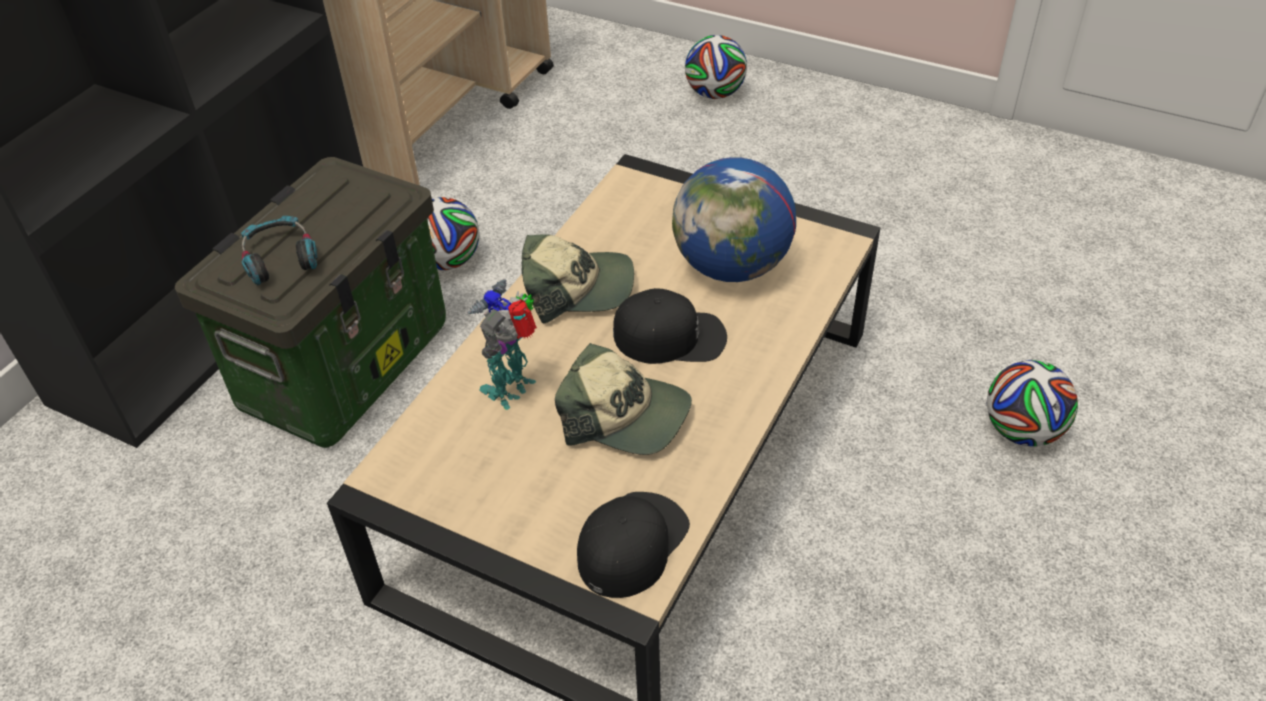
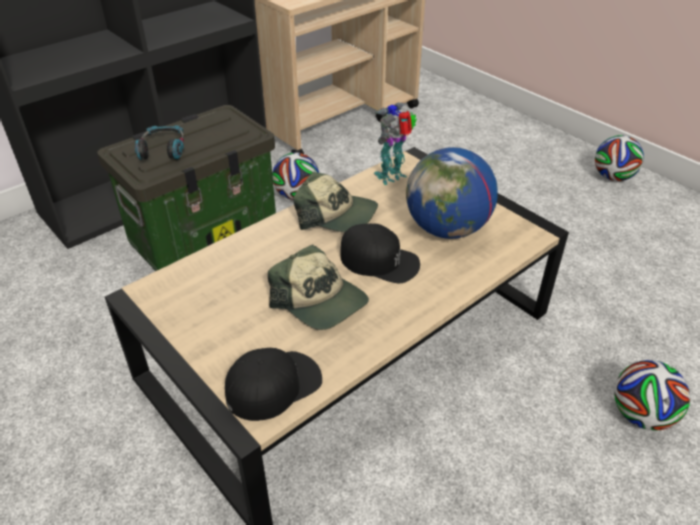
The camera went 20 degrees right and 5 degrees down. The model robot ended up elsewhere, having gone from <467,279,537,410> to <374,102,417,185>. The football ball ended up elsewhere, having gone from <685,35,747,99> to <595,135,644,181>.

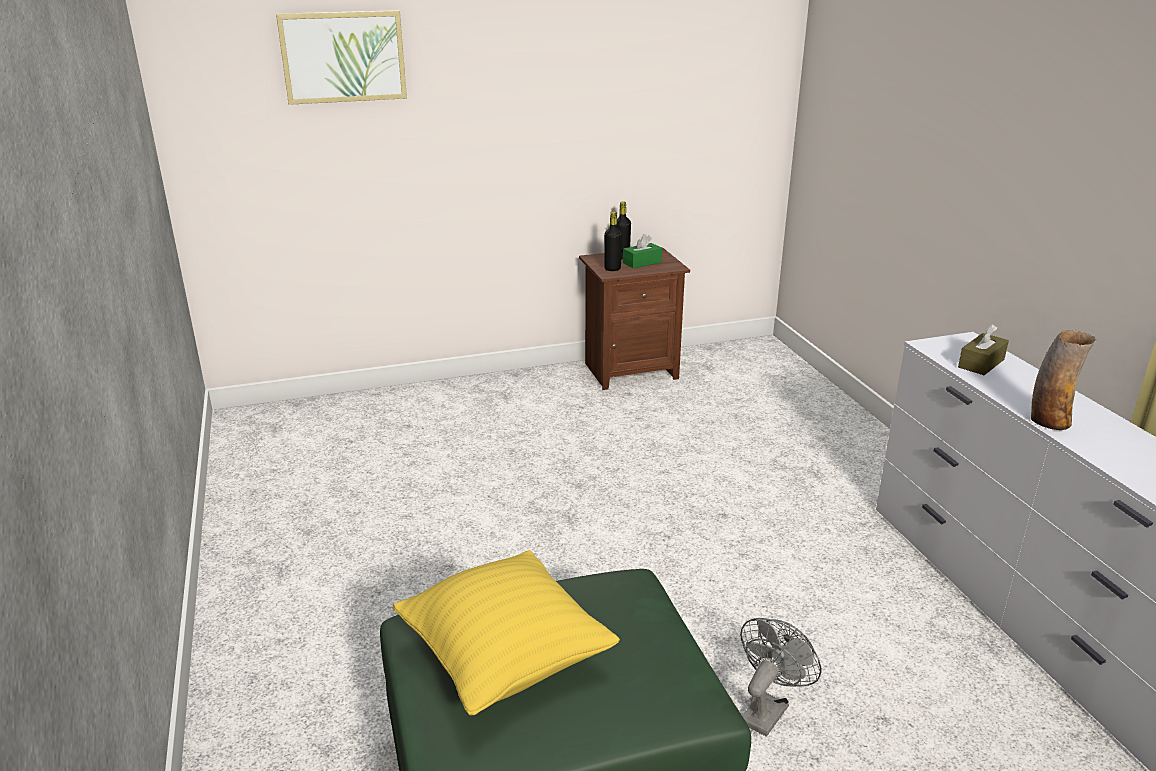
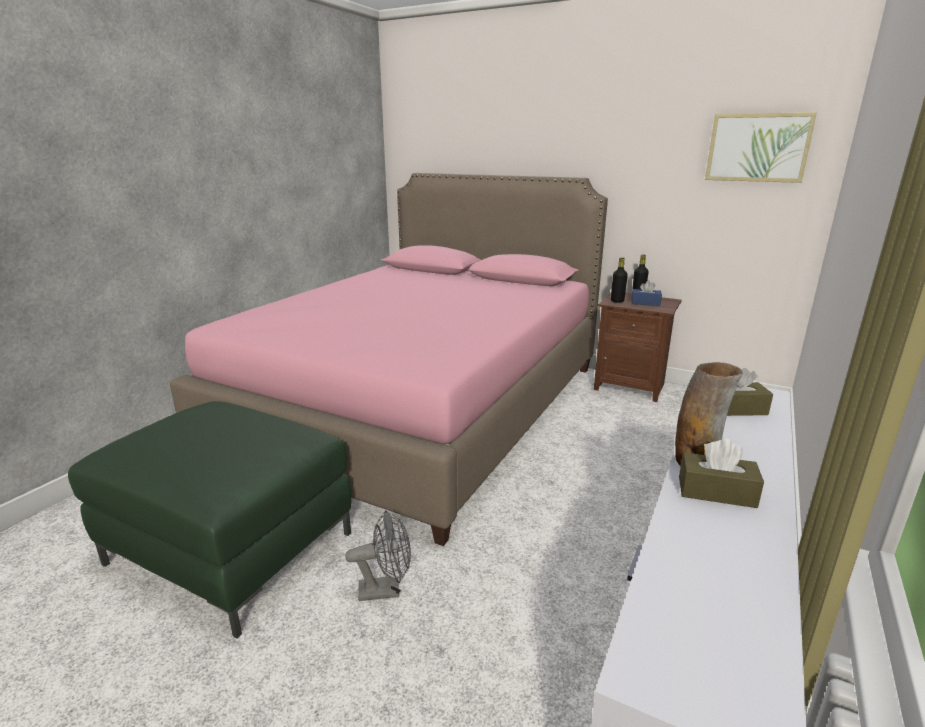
The camera went 45 degrees right and 5 degrees down. The second view lost the yellow-coloured pillow at <393,550,620,715>. The second view gained the pink sleeping bed at <170,173,608,546>. The second view gained the brownish tissue box at <679,439,764,508>. The picture ended up elsewhere, having gone from <276,10,407,105> to <705,112,817,183>. What was the green-coloured tissue box at <623,234,662,268> turned into the bluish tissue box at <631,280,662,306>.

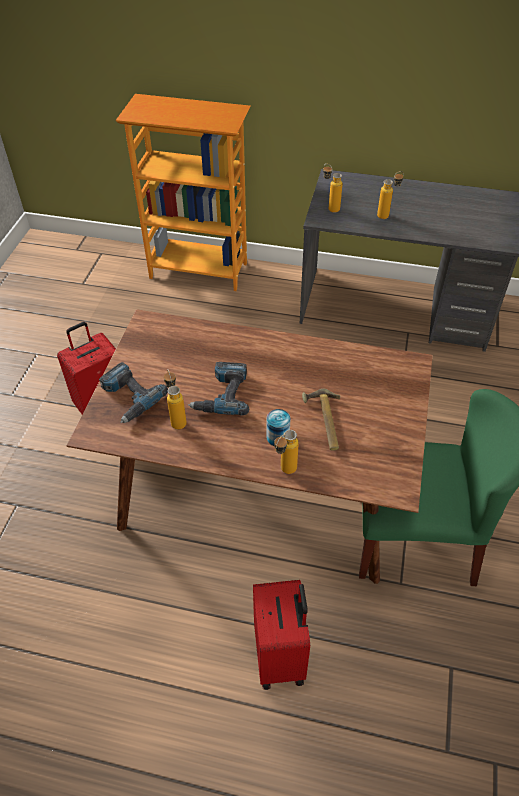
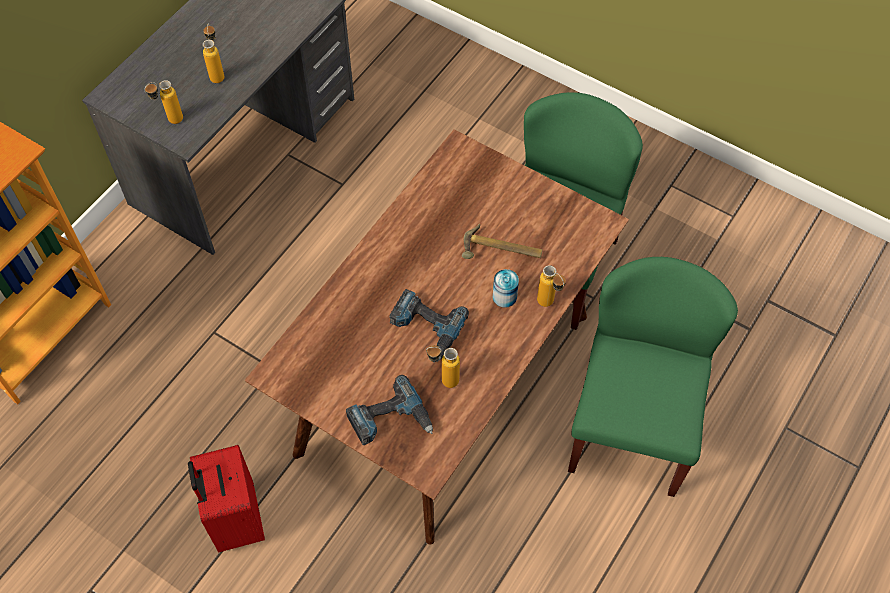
The camera went 70 degrees left and 10 degrees up. Where the reddish suitcase stood at <253,580,310,690>, the green-coloured upright chair came to stand at <568,257,738,497>.

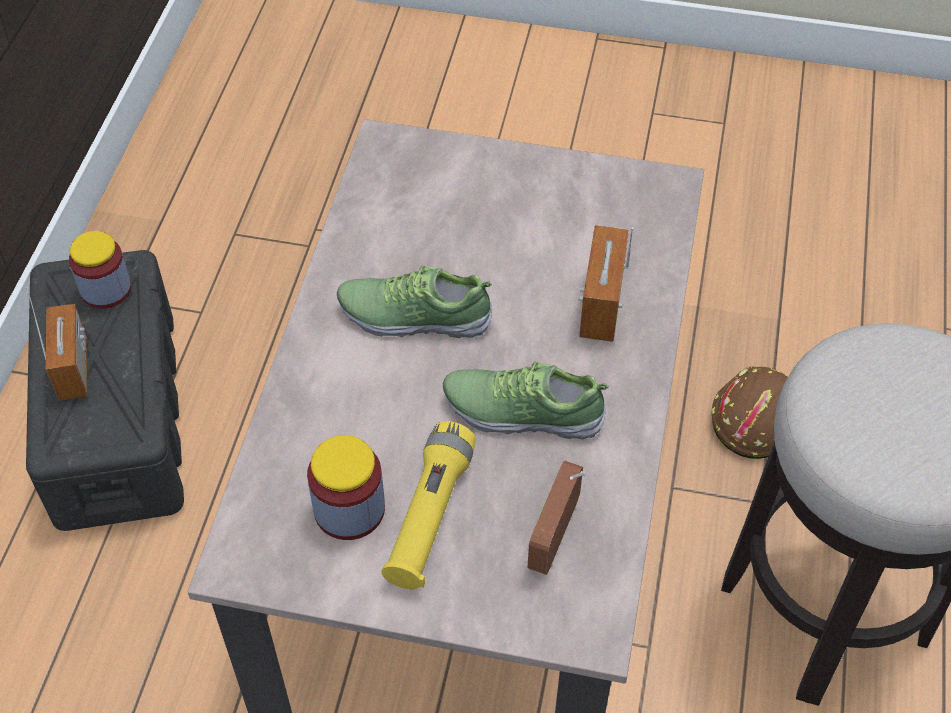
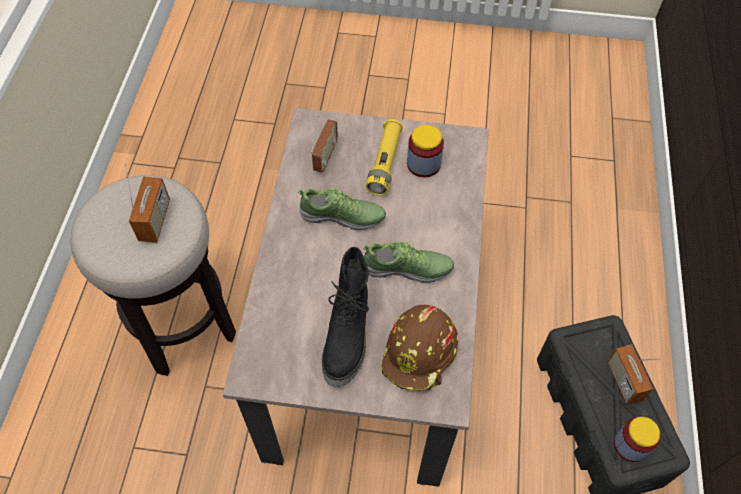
The camera went 175 degrees right and 5 degrees up. The second view gained the blackish high-top boot at <322,247,369,387>. The radio receiver ended up elsewhere, having gone from <579,226,634,342> to <125,163,170,243>. The brownish hard hat ended up elsewhere, having gone from <712,366,788,459> to <382,305,458,391>.

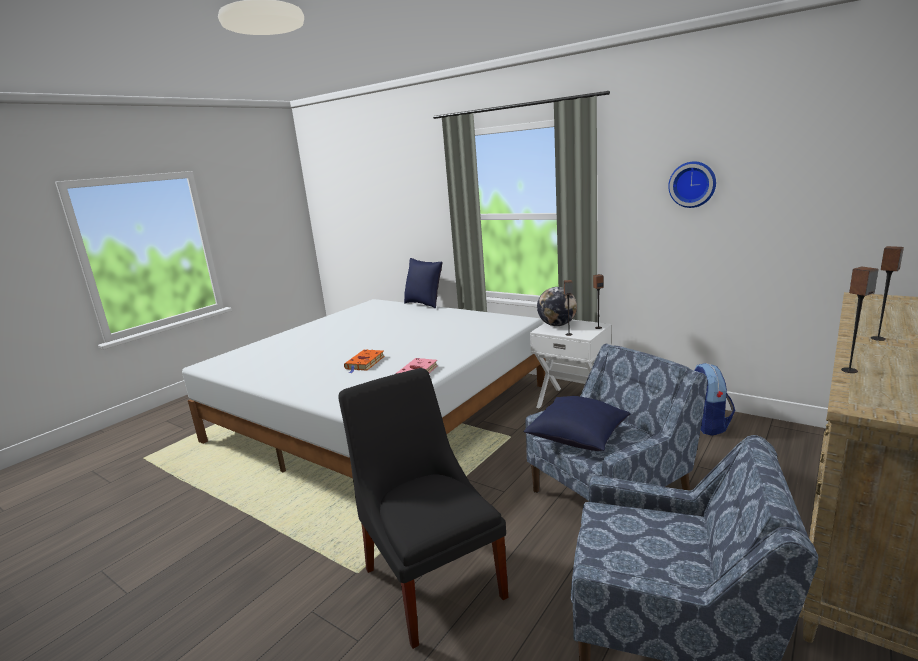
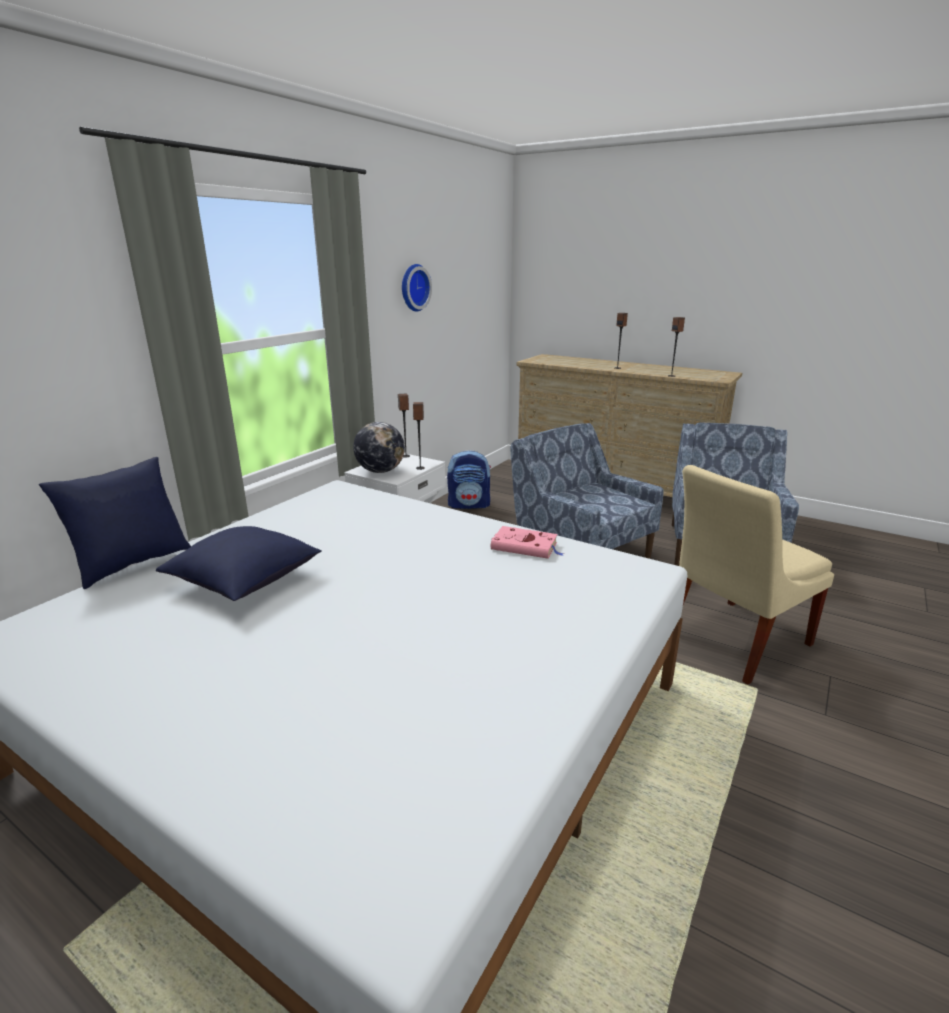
The camera went 95 degrees left and 5 degrees up. The second view lost the orangey volume at <344,349,385,373>. The bluish pillow ended up elsewhere, having gone from <523,396,631,451> to <156,526,322,601>. What was the blackish upright chair at <338,368,508,649> turned into the beige-coloured upright chair at <679,465,834,684>.

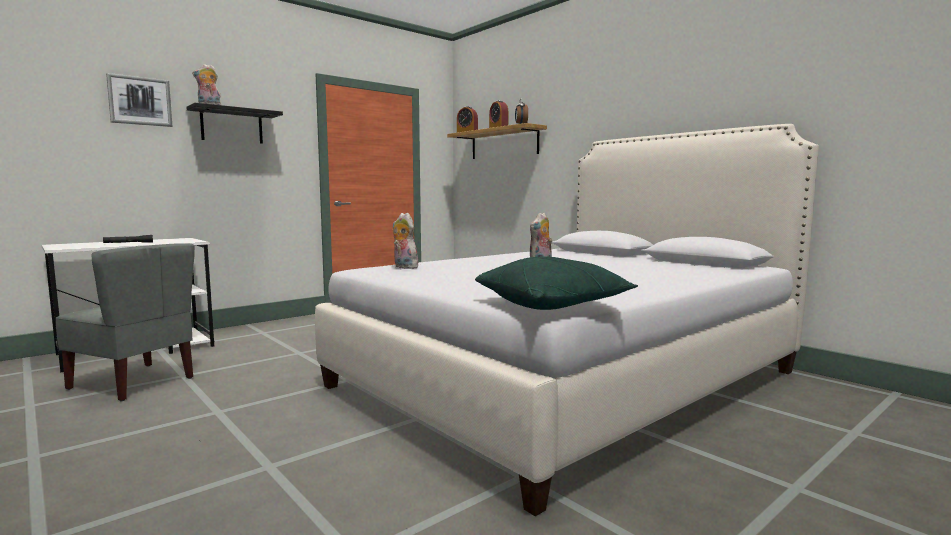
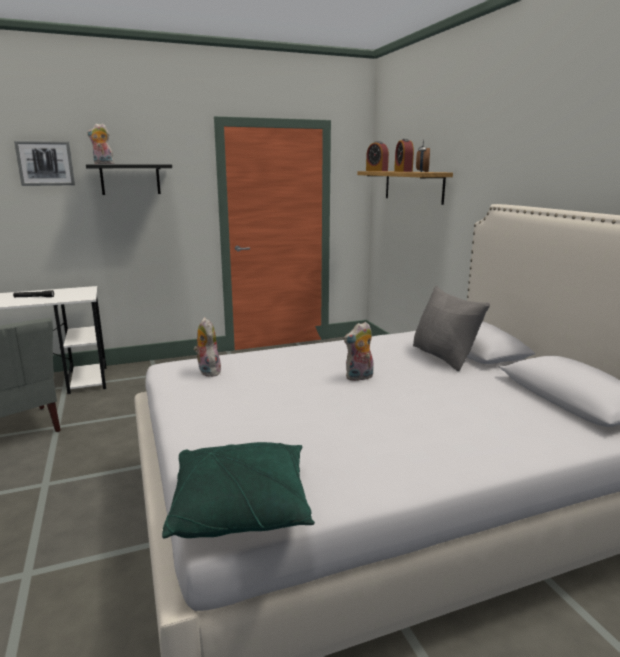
The camera went 20 degrees right and 10 degrees up. The second view gained the greyish pillow at <413,286,490,371>.

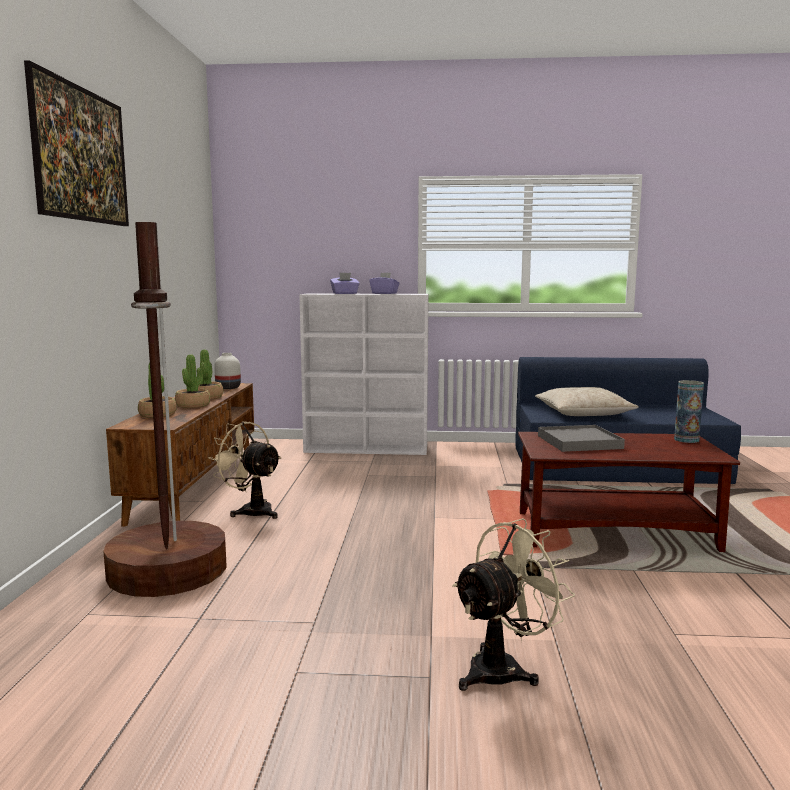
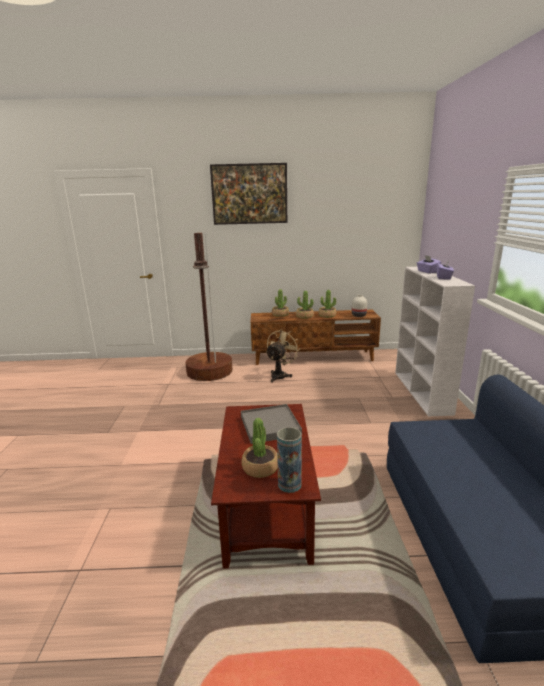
The camera went 85 degrees right and 10 degrees up. The second view lost the beige-coloured cooling fan at <452,518,575,691>. The second view lost the beige-coloured pillow at <535,387,639,416>. The second view gained the potted plant at <242,418,278,478>.

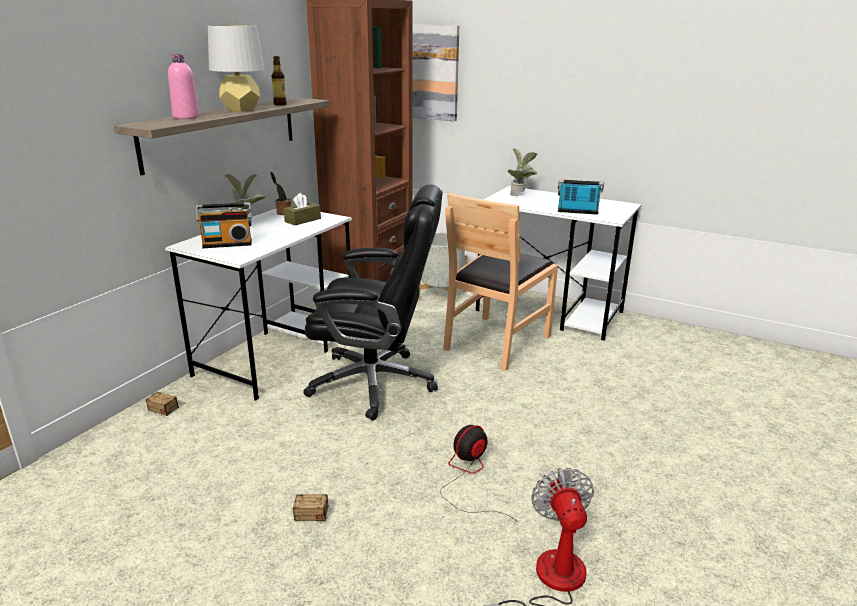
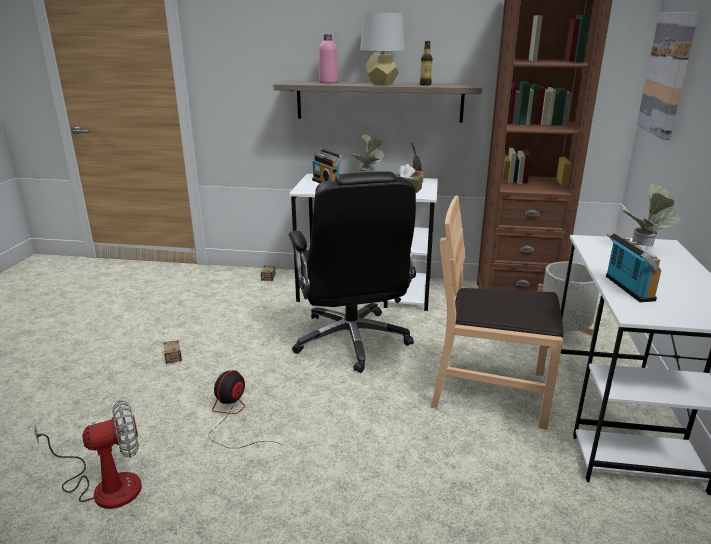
The camera went 70 degrees right and 0 degrees up. The cooling fan at <440,425,519,523> ended up facing another way, 90 degrees counterclockwise from before.

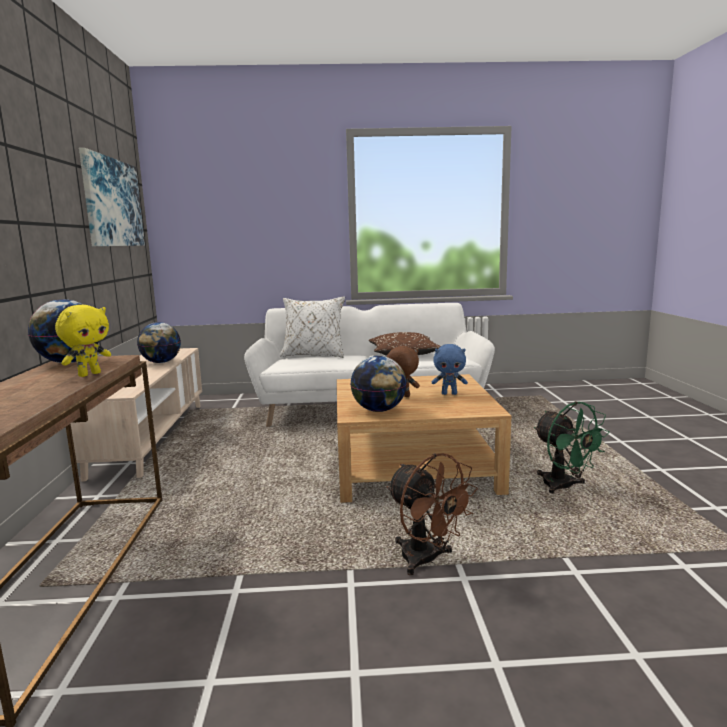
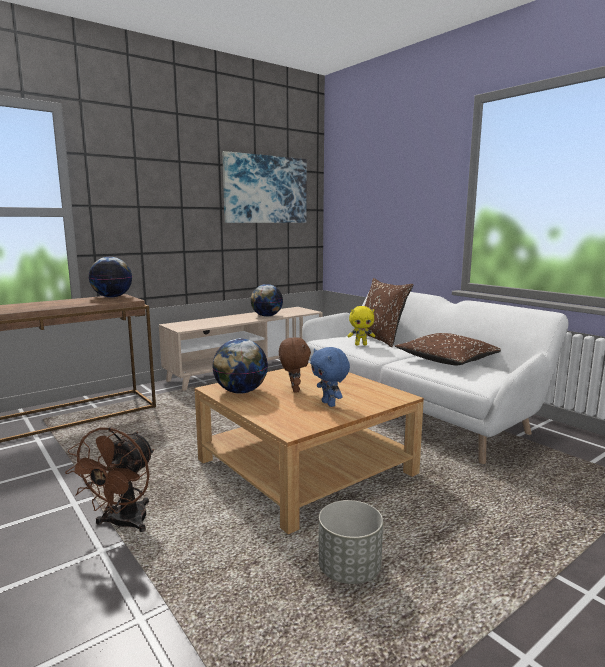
The camera went 55 degrees right and 0 degrees up. The yellow-coloured cuddly toy ended up elsewhere, having gone from <55,305,111,377> to <348,306,375,346>. Where the green-coloured cooling fan stood at <534,401,610,494>, the greyish plant pot came to stand at <319,500,383,584>. What was the white-coloured pillow at <280,296,345,358> turned into the brownish pillow at <365,278,414,347>.

